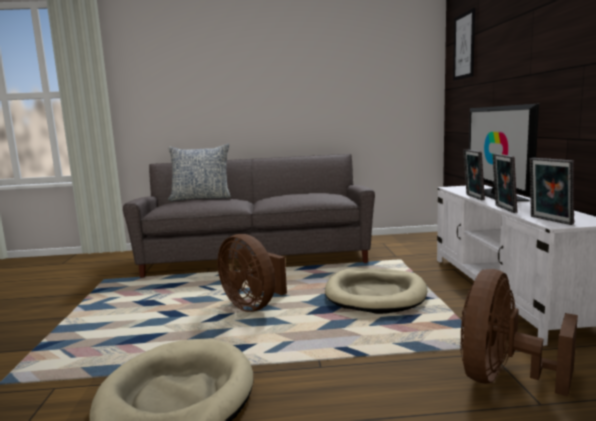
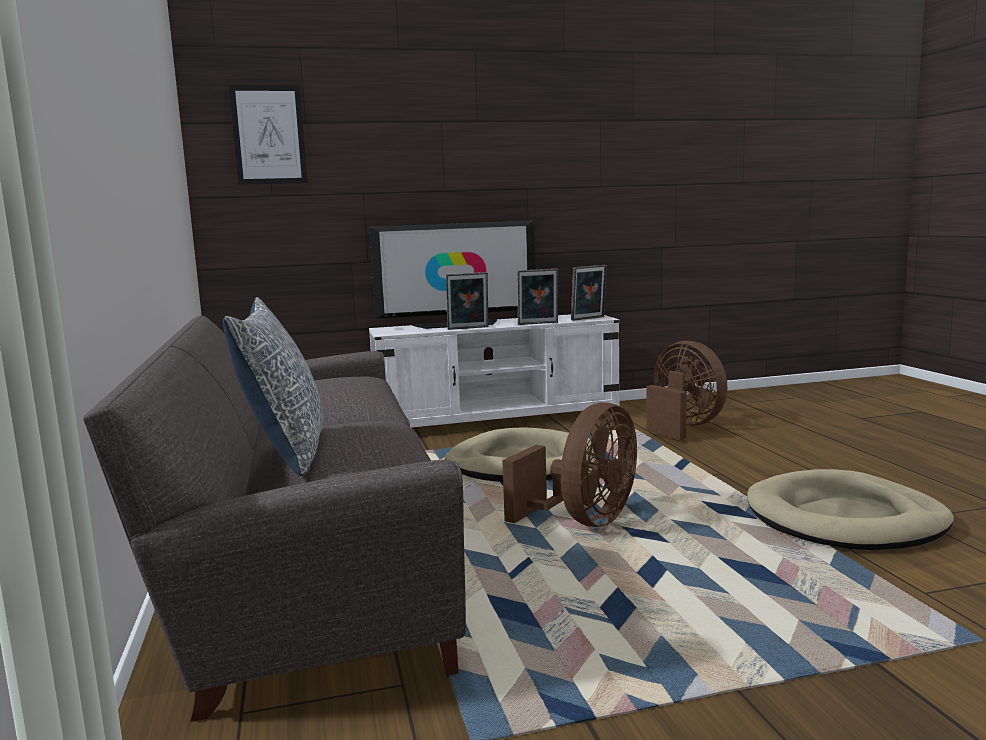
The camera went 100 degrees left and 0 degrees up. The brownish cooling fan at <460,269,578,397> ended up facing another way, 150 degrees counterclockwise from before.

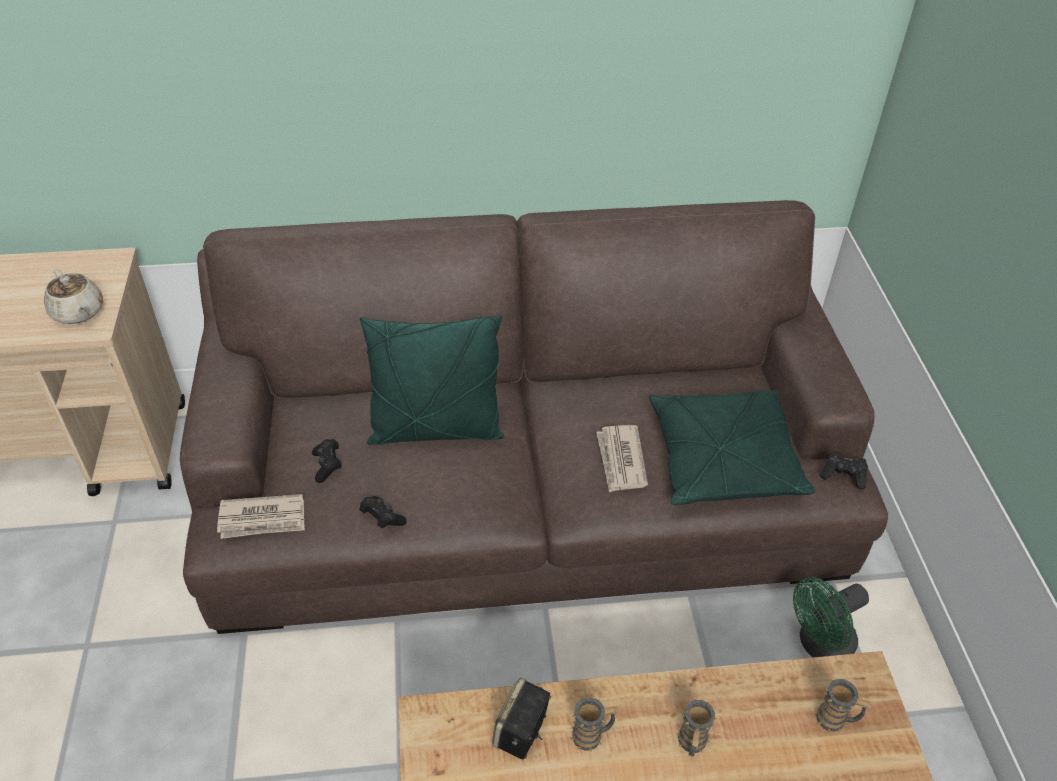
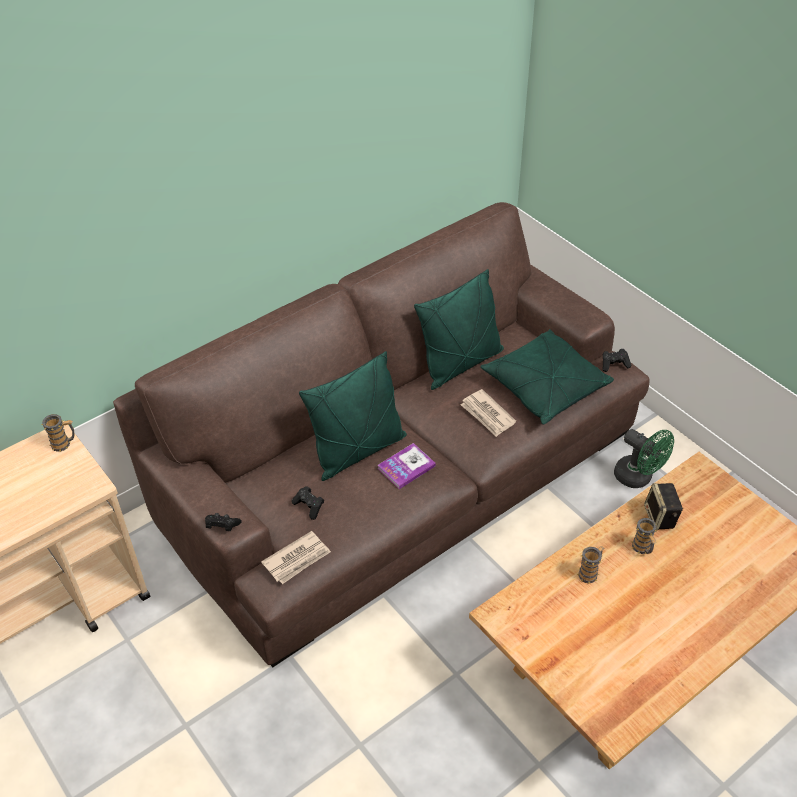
The camera went 30 degrees left and 0 degrees up. The second view lost the beige-coloured tea pot at <44,269,103,324>. The second view gained the volume at <377,443,436,489>. The second view gained the green-coloured pillow at <414,269,504,390>. The blackish game controller ended up elsewhere, having gone from <359,496,407,529> to <205,513,242,531>. The speaker ended up elsewhere, having gone from <492,678,551,759> to <644,483,683,530>. The tea mug ended up elsewhere, having gone from <814,679,871,732> to <41,414,74,452>. The green-coloured cooling fan at <793,577,869,657> ended up facing another way, 75 degrees counterclockwise from before.

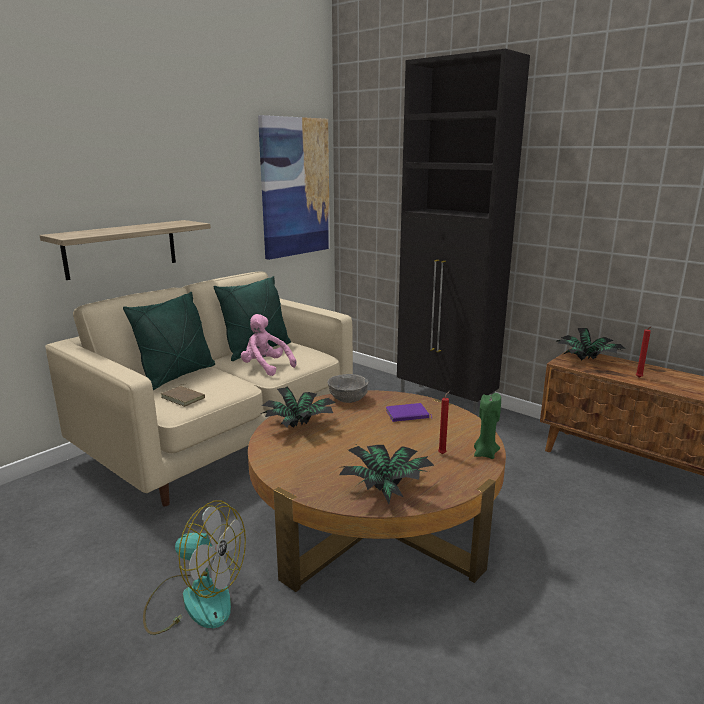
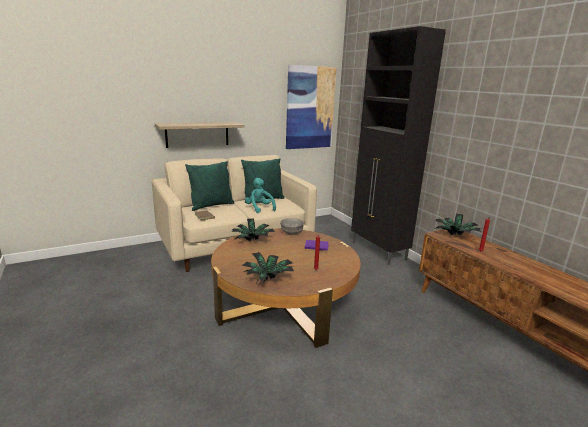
The camera went 20 degrees right and 0 degrees up. The second view lost the cooling fan at <143,500,246,635>. The second view lost the green-coloured wax candle at <474,393,501,459>. What was the pink cuddly toy at <241,314,297,376> turned into the turquoise cuddly toy at <245,178,276,213>.

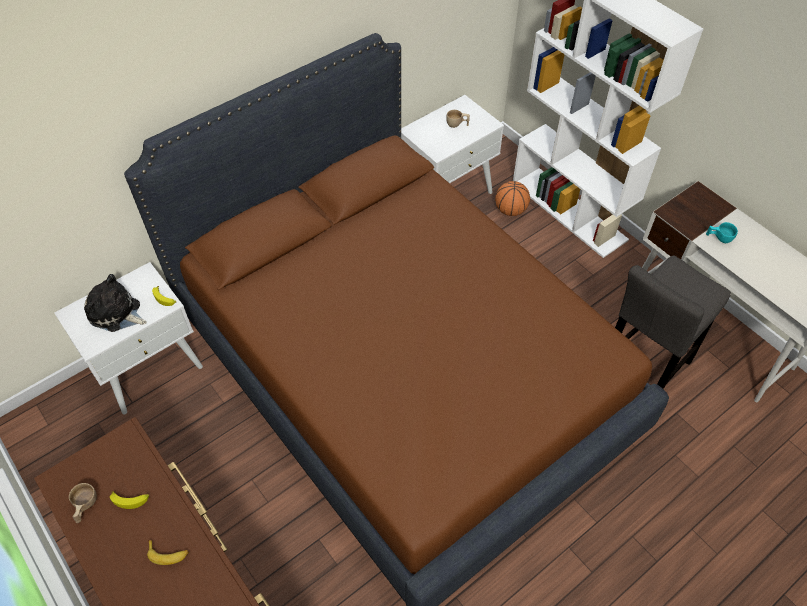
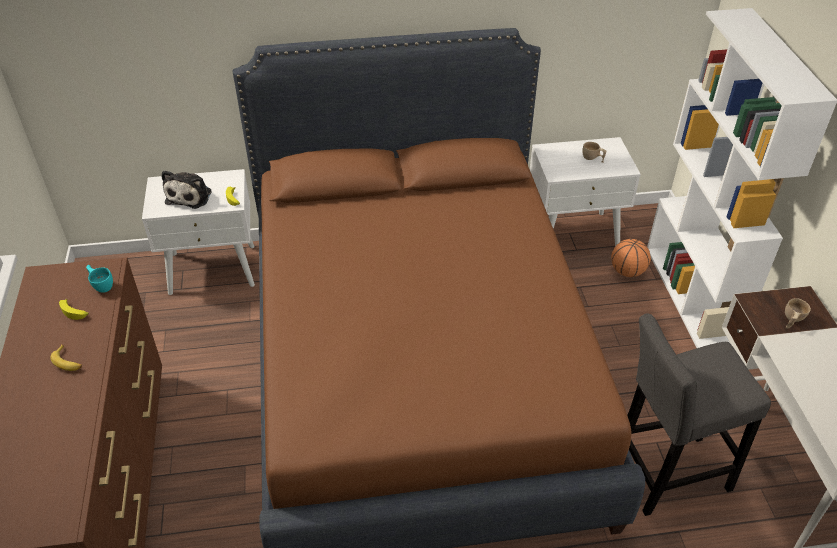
The camera went 30 degrees right and 10 degrees down. The beige-coloured cup ended up elsewhere, having gone from <69,483,97,523> to <785,298,811,329>. The turquoise cup ended up elsewhere, having gone from <706,222,738,243> to <86,265,113,293>. The cuddly toy at <84,274,147,332> ended up facing another way, 135 degrees counterclockwise from before.

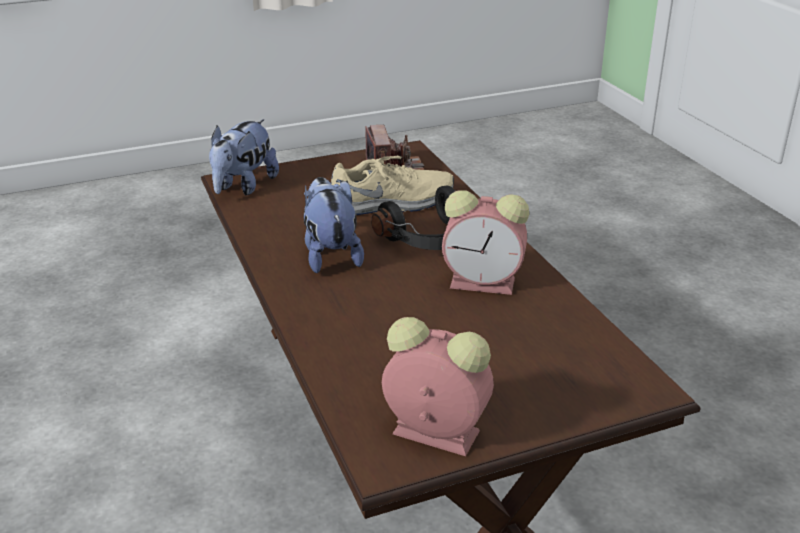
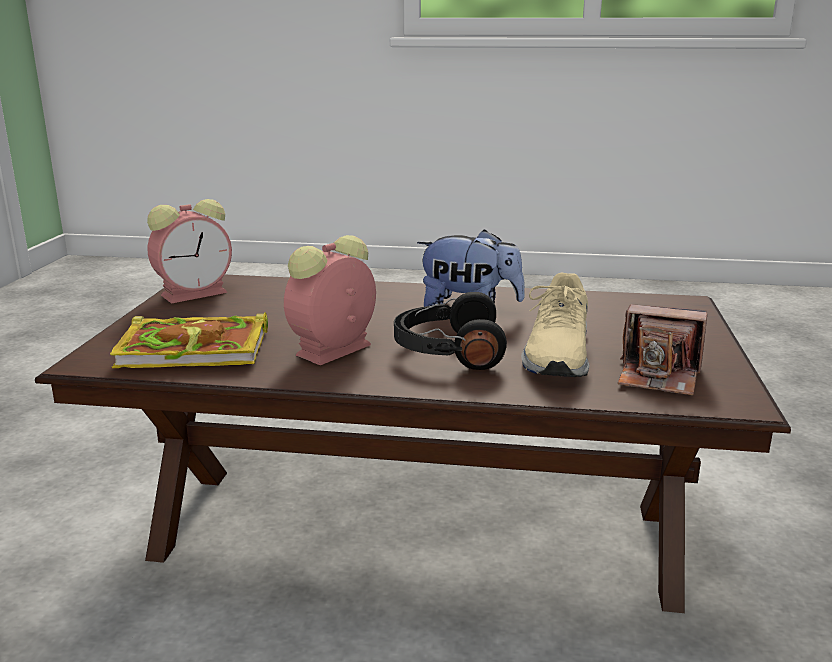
The camera went 120 degrees right and 10 degrees down. The second view lost the cuddly toy at <209,119,279,195>. The second view gained the volume at <110,312,268,368>.

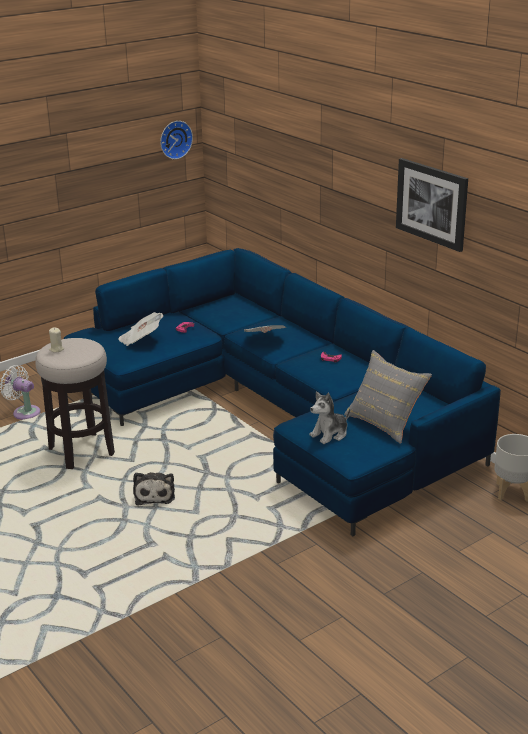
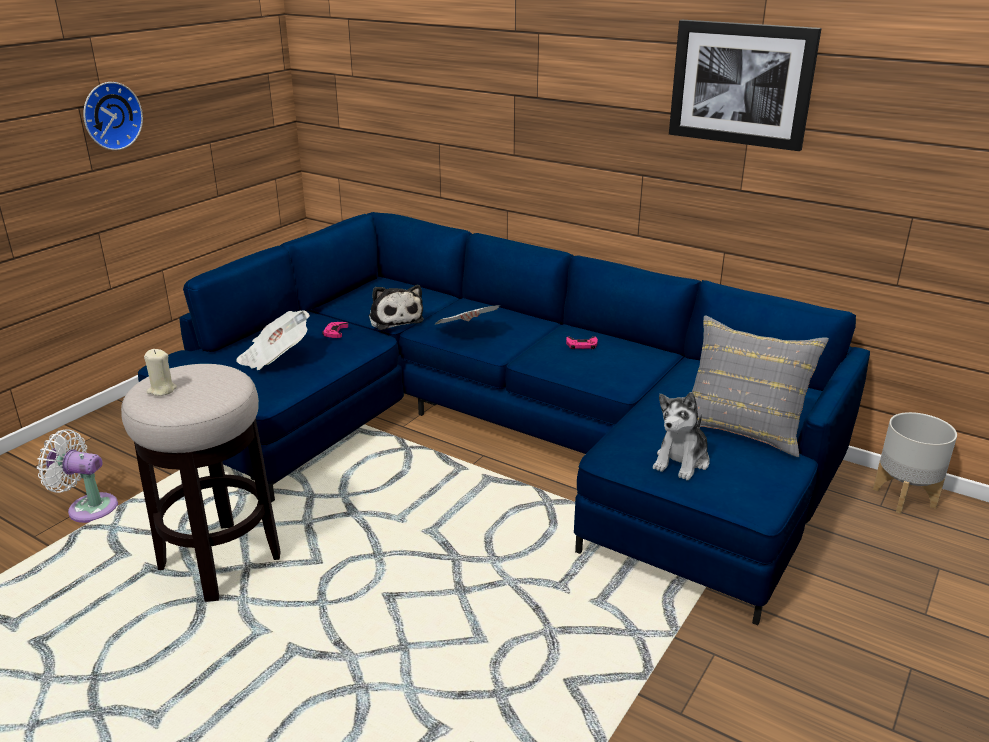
The camera went 20 degrees left and 0 degrees up. The cuddly toy ended up elsewhere, having gone from <133,472,175,505> to <368,285,424,330>. The wall clock ended up elsewhere, having gone from <160,121,193,159> to <83,82,143,150>.

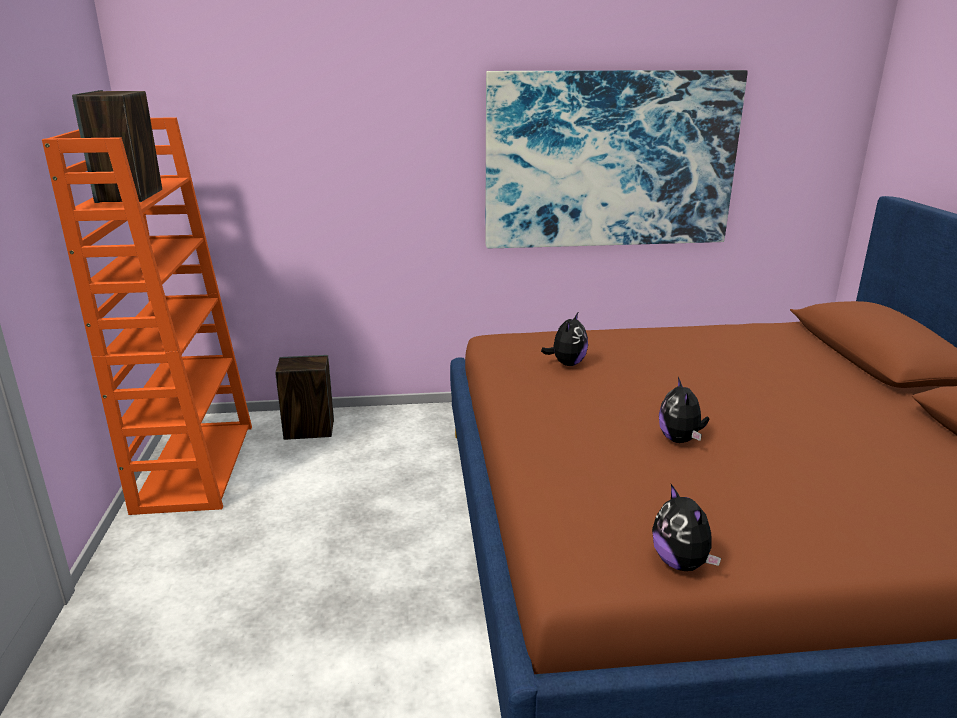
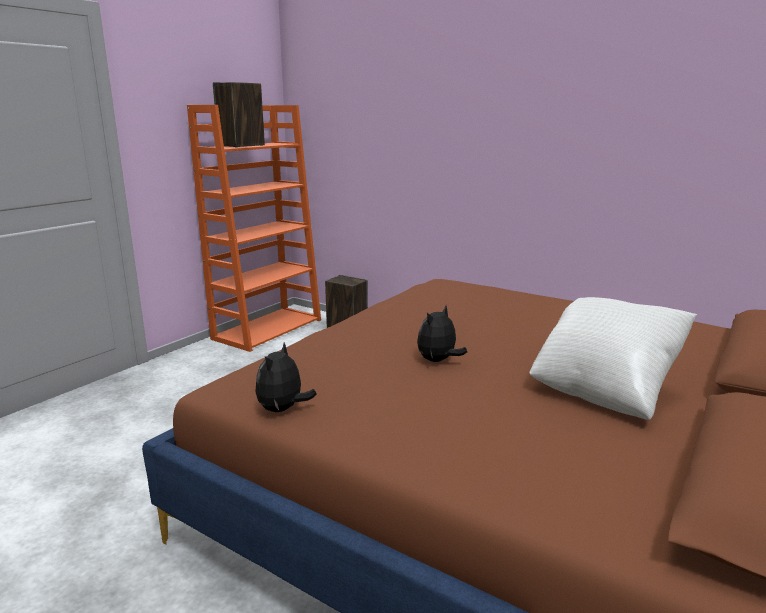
The camera went 40 degrees right and 5 degrees down. The second view lost the picture at <485,70,748,248>. The second view lost the cuddly toy at <541,313,588,366>. The second view gained the white-coloured pillow at <529,297,697,420>.

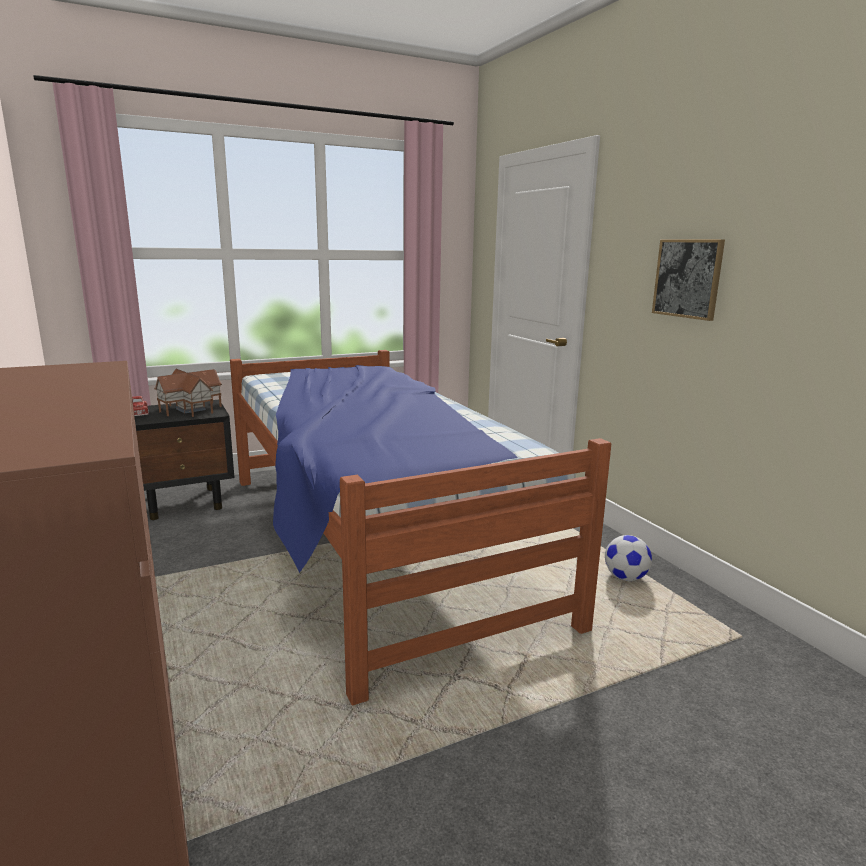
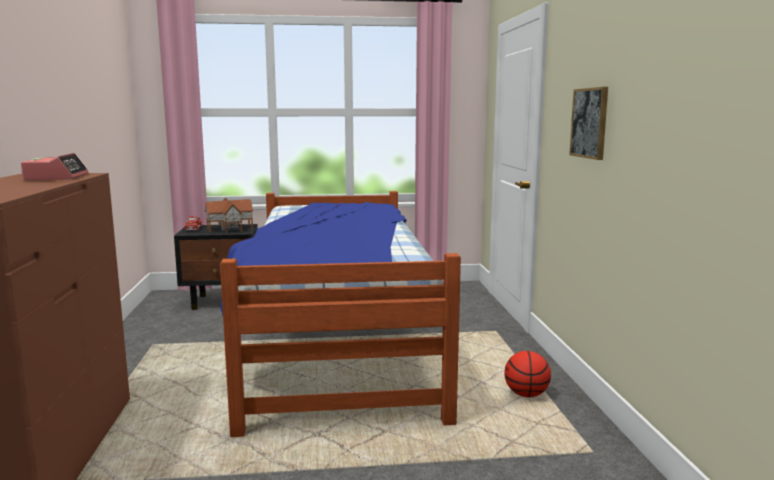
The camera went 20 degrees right and 5 degrees down. The second view gained the alarm clock at <21,153,88,180>. Where the football ball stood at <605,535,652,581>, the basketball came to stand at <504,351,551,397>.

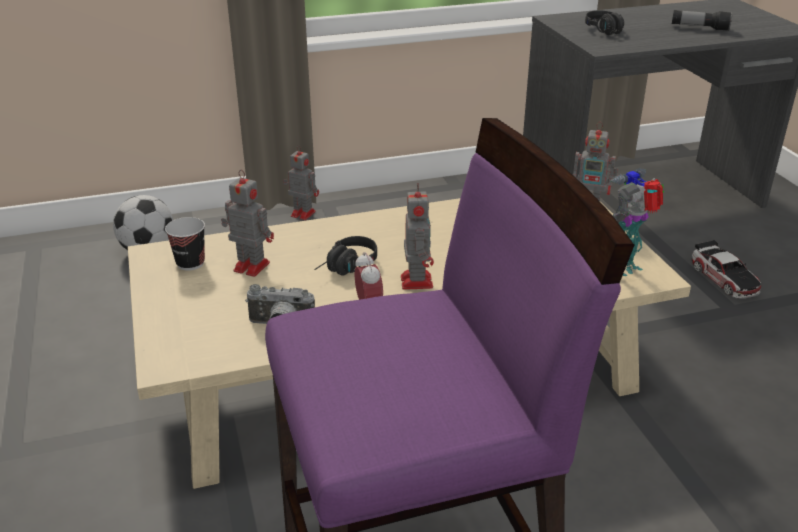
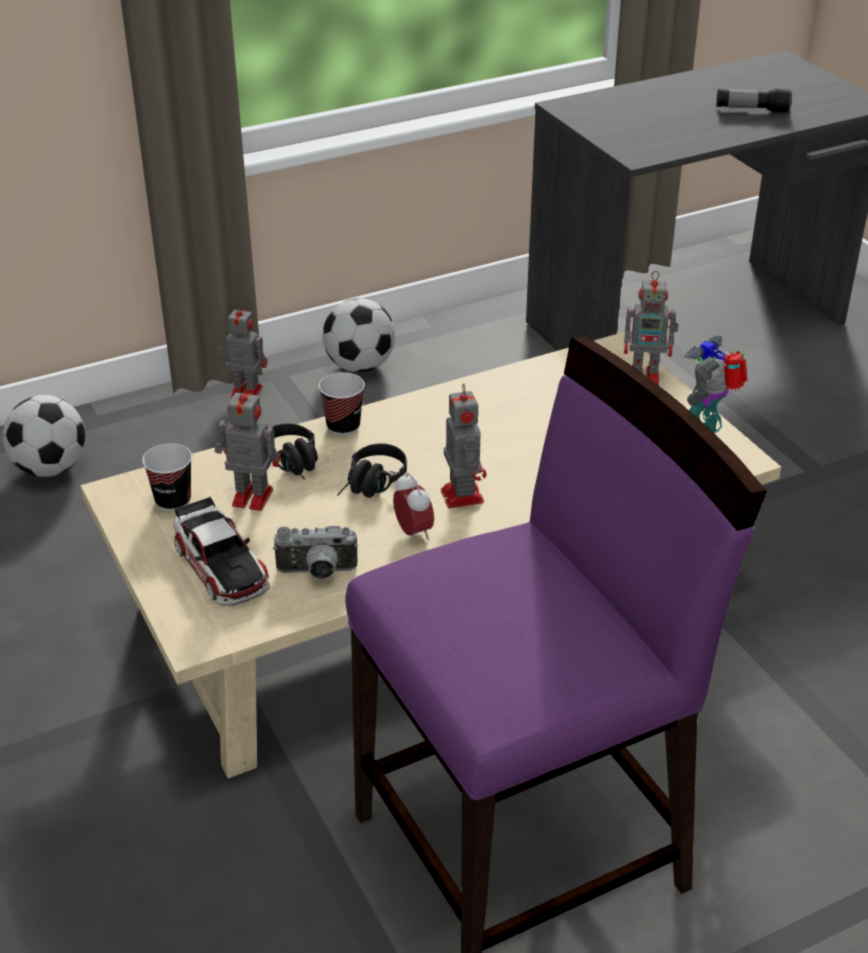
The camera went 10 degrees left and 5 degrees up. The second view gained the cup at <319,372,365,436>. The second view gained the football ball at <323,298,395,372>. The blackish headphones ended up elsewhere, having gone from <585,10,624,35> to <272,424,318,480>. The toy car ended up elsewhere, having gone from <692,240,761,299> to <173,497,270,606>.

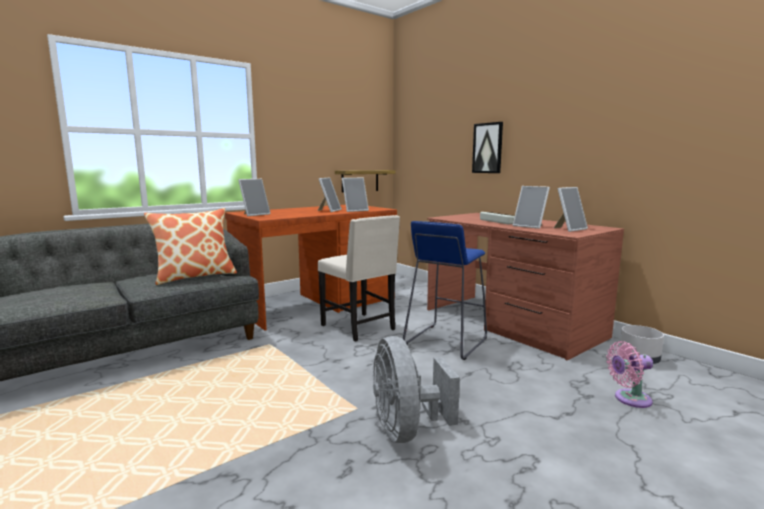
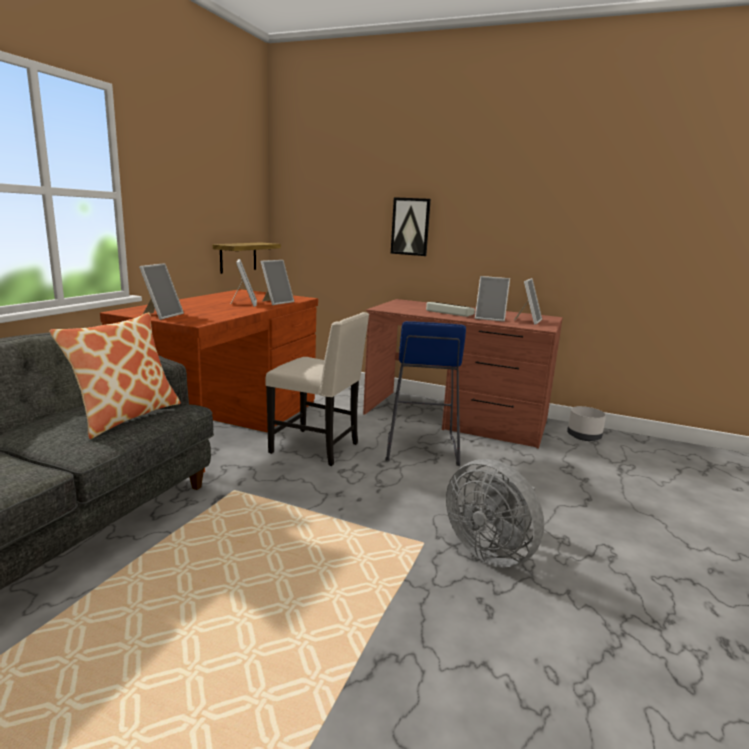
The camera went 30 degrees left and 5 degrees up. The second view lost the pink cooling fan at <606,341,653,408>.

